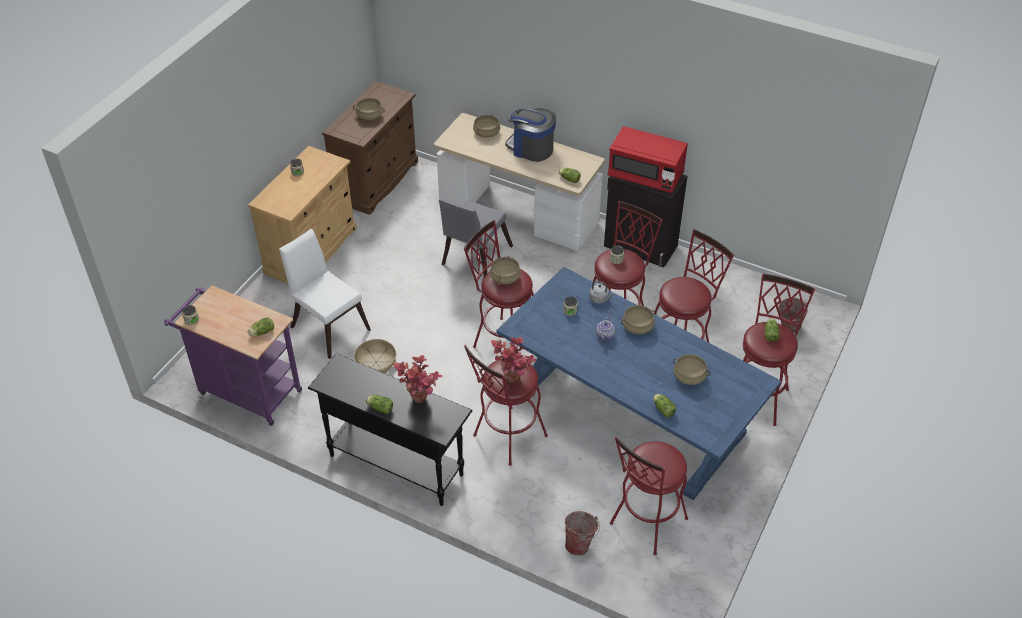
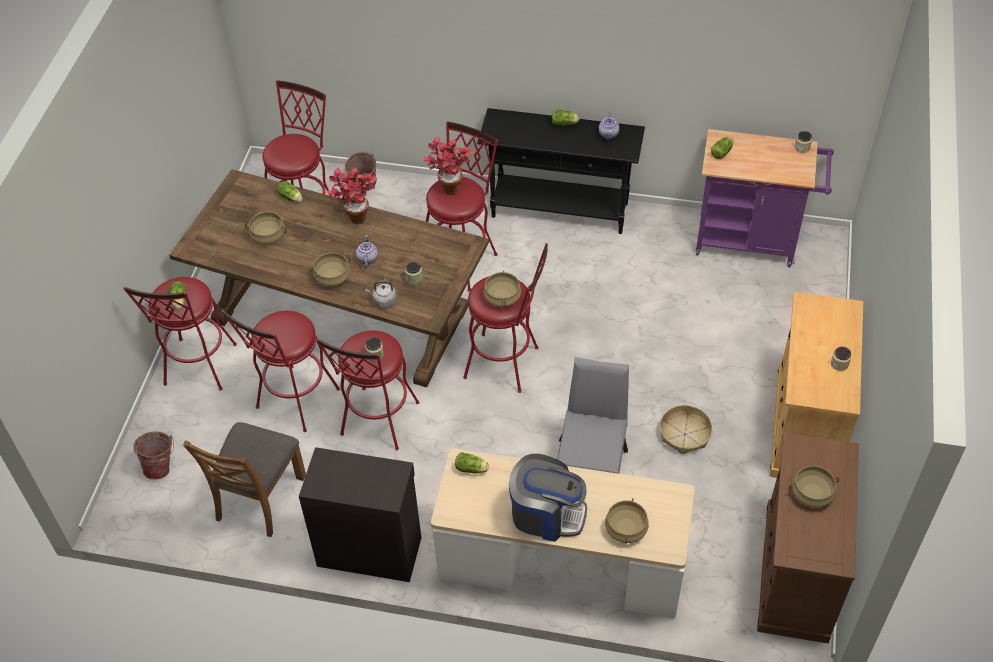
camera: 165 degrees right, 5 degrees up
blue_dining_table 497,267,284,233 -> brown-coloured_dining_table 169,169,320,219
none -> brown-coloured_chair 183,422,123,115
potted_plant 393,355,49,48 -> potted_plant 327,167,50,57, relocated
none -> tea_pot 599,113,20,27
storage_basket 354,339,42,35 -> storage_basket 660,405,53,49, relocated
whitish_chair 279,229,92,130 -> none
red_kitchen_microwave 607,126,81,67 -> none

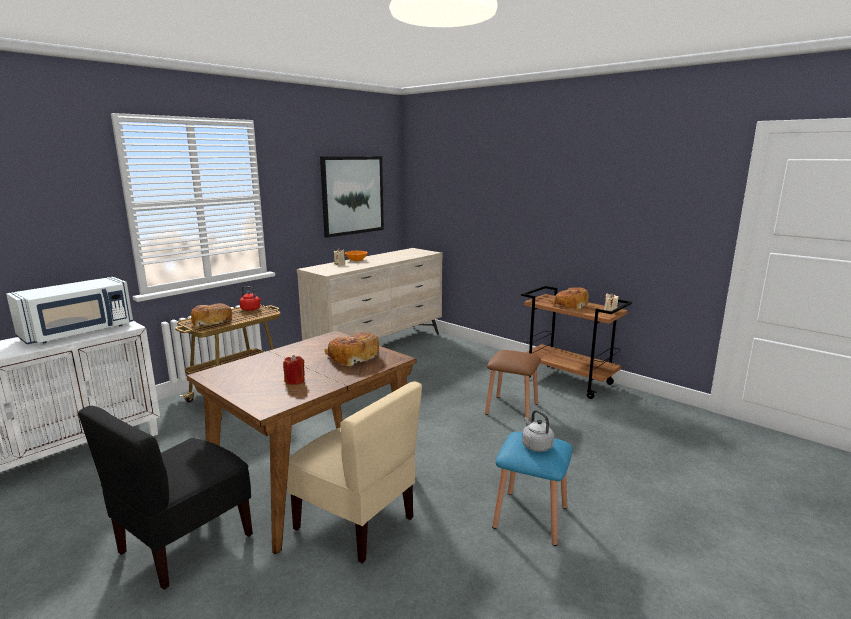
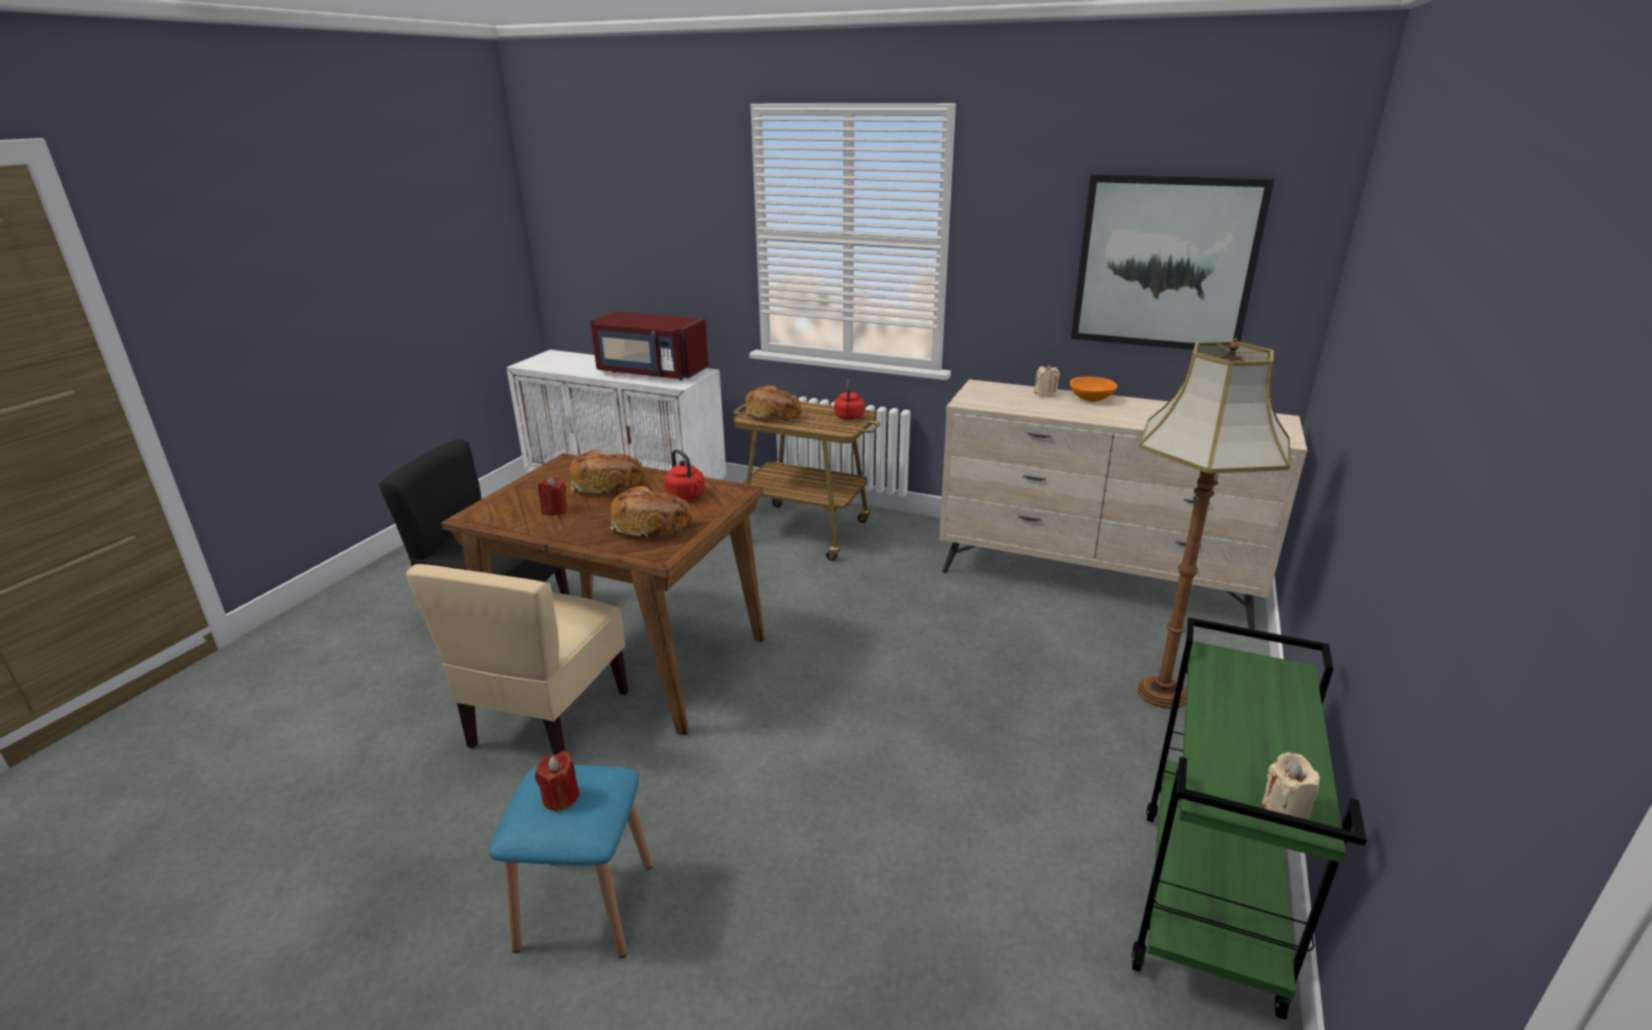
camera: 70 degrees right, 10 degrees up
grey_water_kettle 522,410,32,42 -> red_wax_light 535,751,45,61
baked_bread 549,287,40,22 -> baked_bread 570,450,75,44, relocated
whitish_kitchen_microwave 6,277,127,67 -> red_kitchen_microwave 590,311,119,69
none -> red_water_kettle 664,449,41,51
brown-coloured_wheeled_cart 521,286,111,113 -> green-coloured_wheeled_cart 1132,617,235,403
none -> standing_lamp 1137,337,154,372
brown-coloured_stool_seat 485,350,56,70 -> none

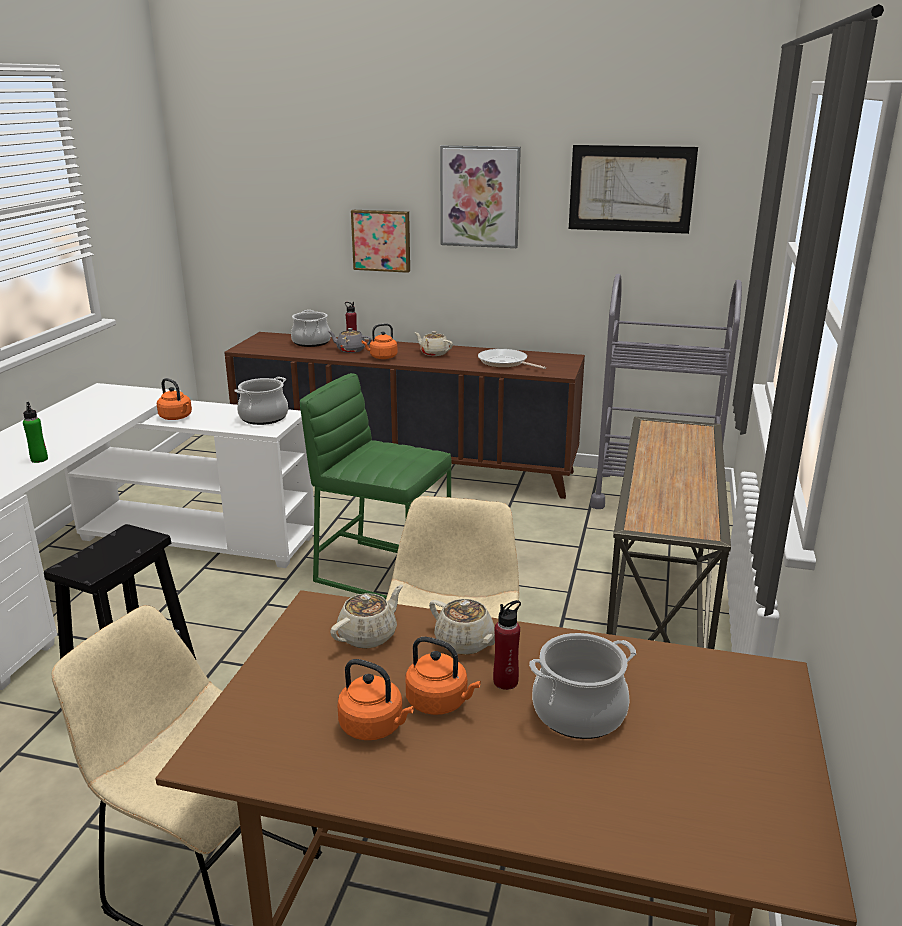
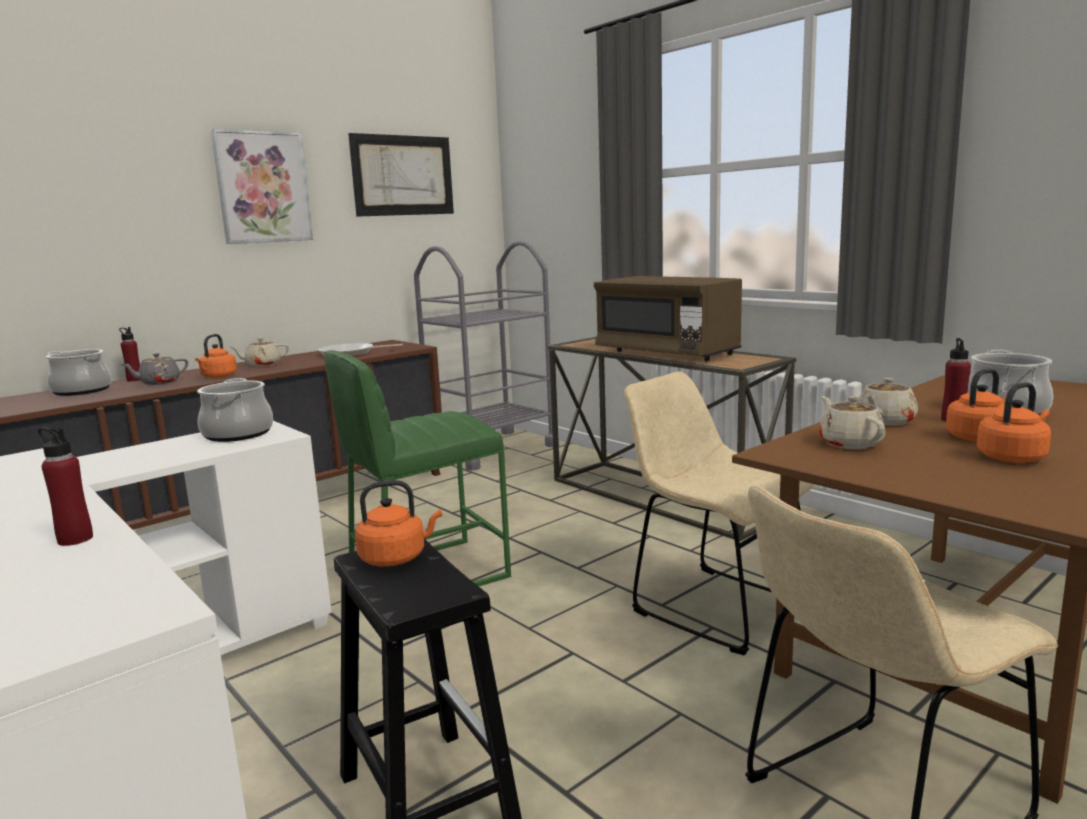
camera: 55 degrees left, 10 degrees down
green-coloured_beverage_bottle 23,402,25,61 -> red_beverage_bottle 38,427,55,119
orangey_water_kettle 157,378,35,42 -> orangey_water_kettle 355,480,87,87, relocated
none -> brown-coloured_kitchen_microwave 594,276,148,85
beige-coloured_tea_pot 429,599,66,56 -> beige-coloured_tea_pot 858,378,60,48, 150 degrees clockwise
wall_art 351,210,59,63 -> none

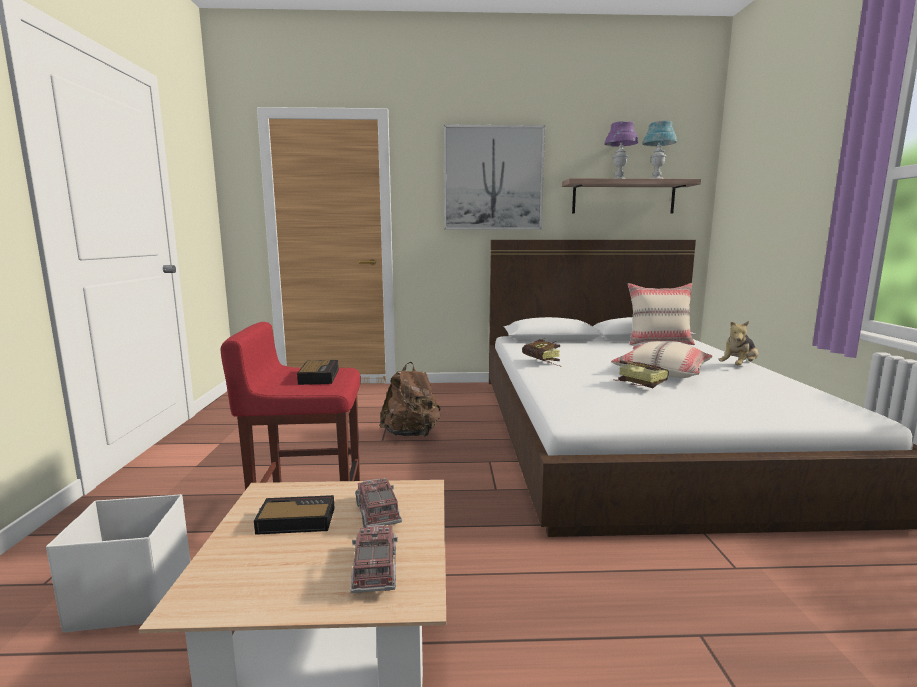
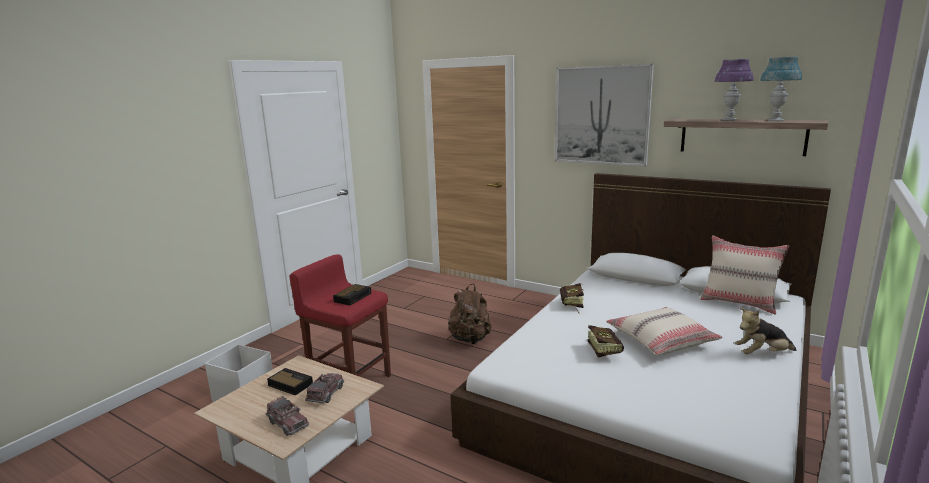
camera: 35 degrees right, 5 degrees up
model_truck 350,525,47,68 -> model_truck 266,396,43,40, 105 degrees clockwise

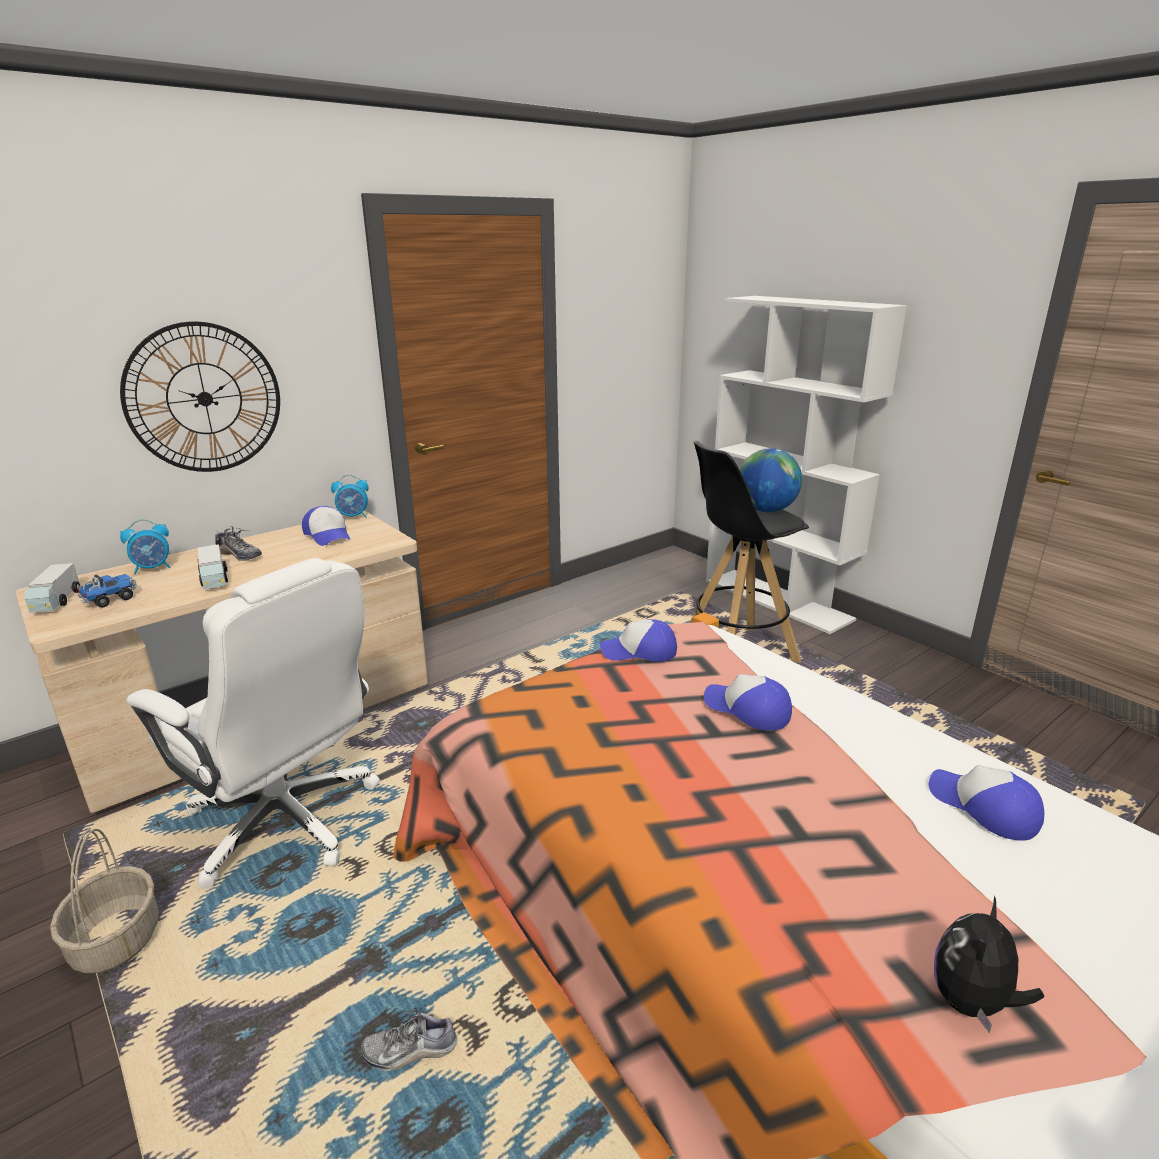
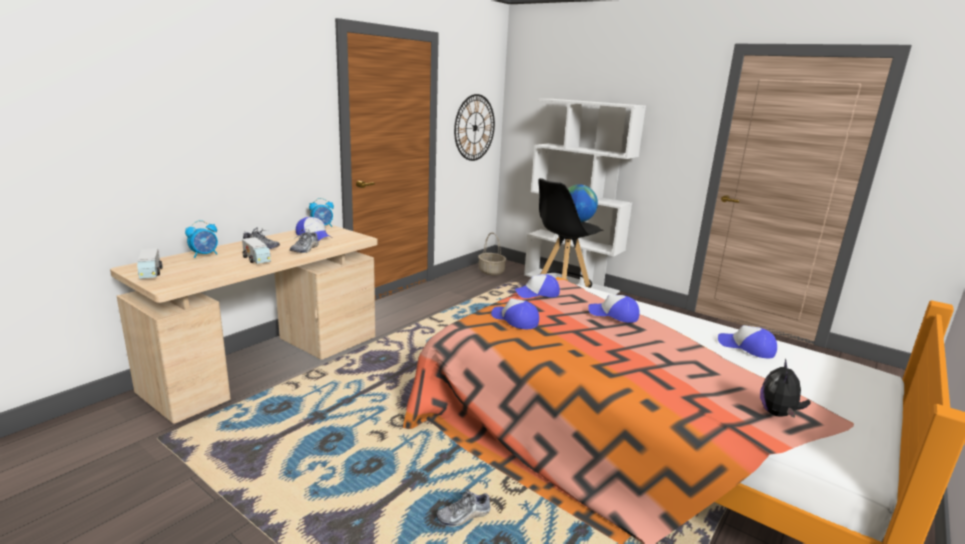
camera: 15 degrees left, 5 degrees down
none -> item_of_footwear 290,229,29,24
wall_clock 120,321,160,151 -> wall_clock 454,94,41,67, relocated
storage_basket 50,829,109,144 -> storage_basket 478,233,28,43, relocated
none -> cap 491,298,48,31
model_truck 77,574,60,34 -> none
whitish_desk_chair 126,558,254,331 -> none

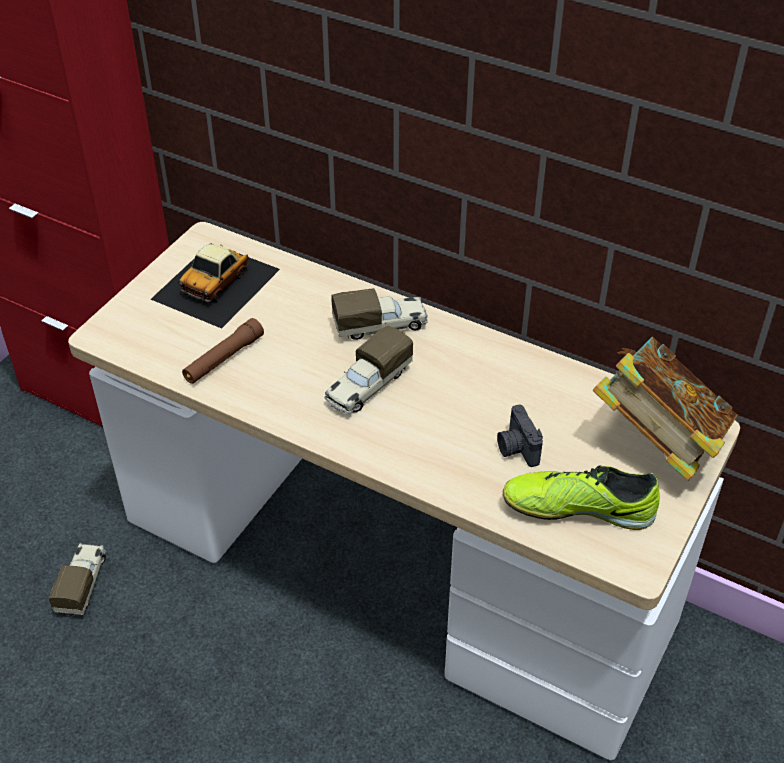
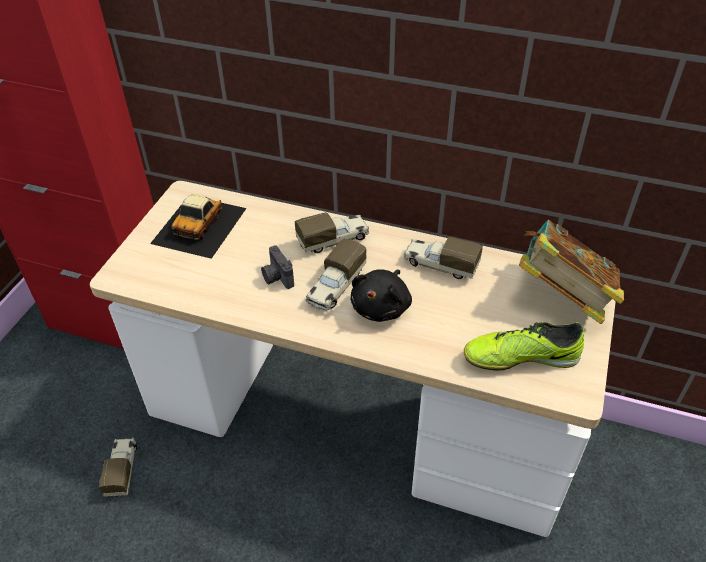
camera: 10 degrees left, 0 degrees up
still_camera 497,404,46,63 -> still_camera 261,245,33,44, relocated
none -> blackish_cuddly_toy 350,269,62,53
none -> model_truck 404,237,79,42
brown-coloured_hand_torch 182,318,82,66 -> none

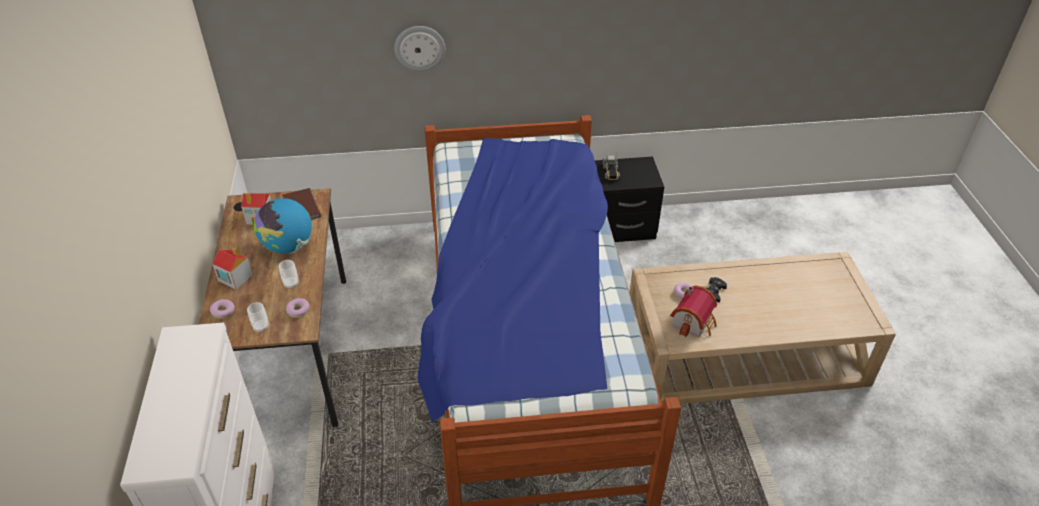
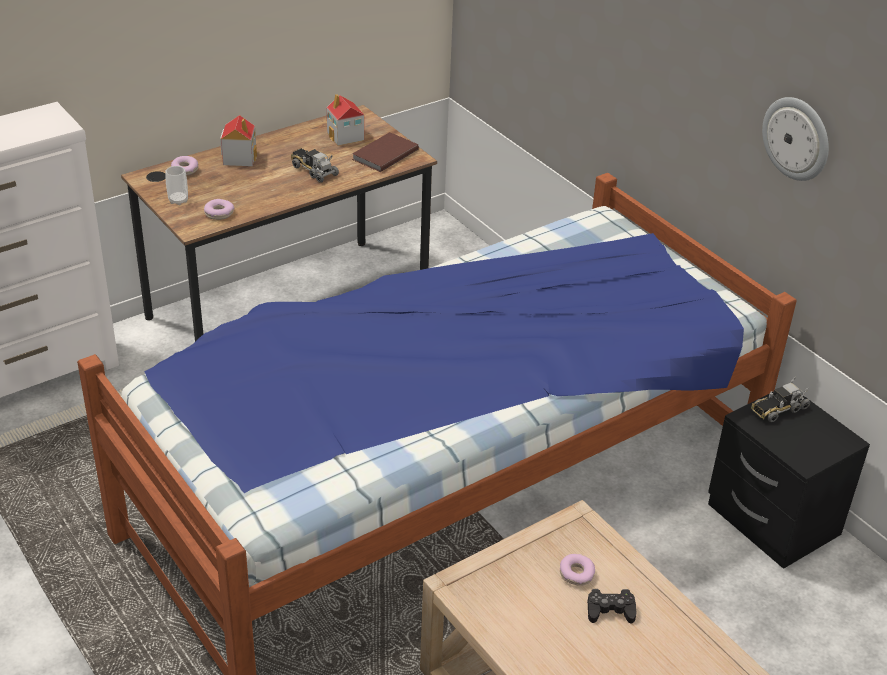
camera: 60 degrees right, 5 degrees down
globe 254,198,58,55 -> model_truck 291,148,48,35
wall_clock 394,26,51,45 -> wall_clock 762,97,67,84, relocated
small_cup 279,260,20,29 -> none
miniature_house 670,285,47,52 -> none

